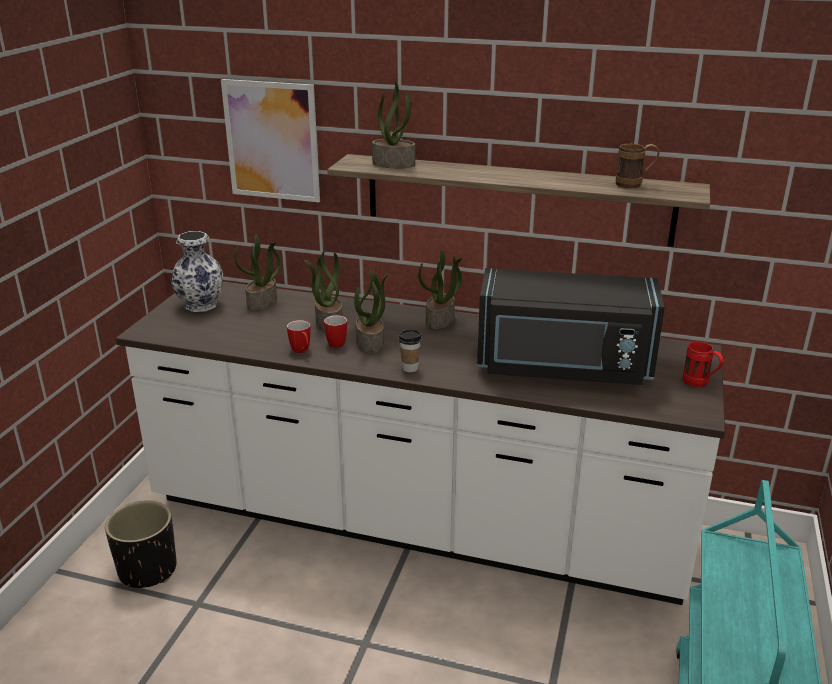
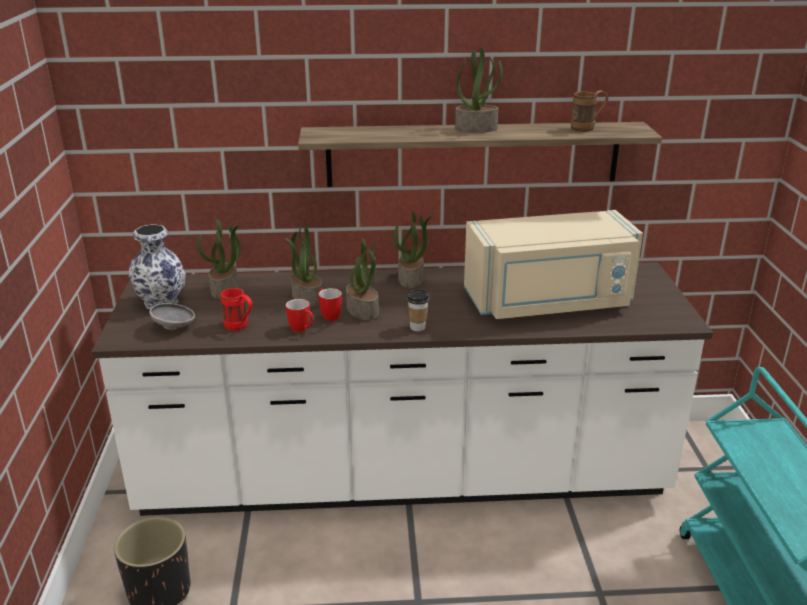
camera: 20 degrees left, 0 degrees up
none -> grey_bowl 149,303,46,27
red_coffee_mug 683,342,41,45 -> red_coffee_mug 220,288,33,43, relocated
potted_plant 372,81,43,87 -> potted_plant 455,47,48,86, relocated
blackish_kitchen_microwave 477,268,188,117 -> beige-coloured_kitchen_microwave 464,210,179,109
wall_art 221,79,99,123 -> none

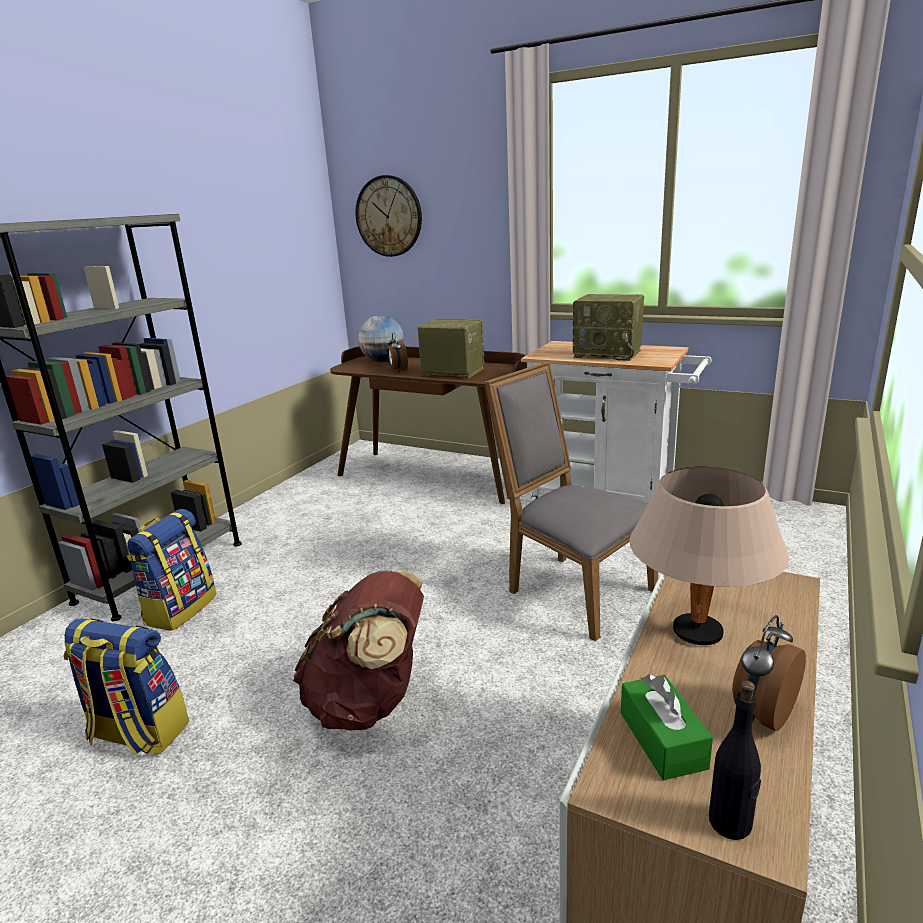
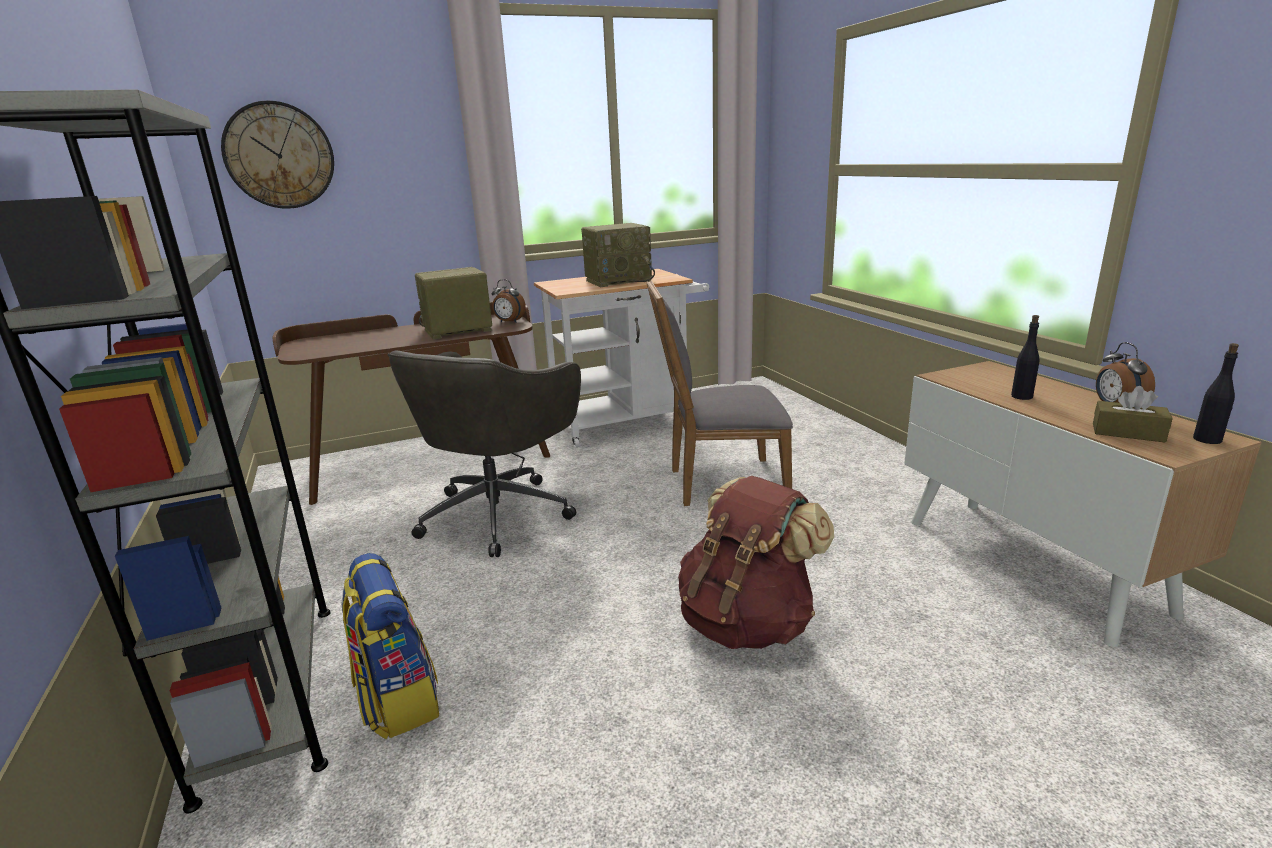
camera: 50 degrees left, 0 degrees up
none -> grey_desk_chair 387,351,194,206
bedside_clock 387,333,21,38 -> bedside_clock 492,279,34,44, relocated
beige-coloured_lamp_for_a_table 630,467,159,178 -> blackish_beverage_bottle 1011,315,29,85
green-coloured_tissue_box 621,675,92,105 -> brown-coloured_tissue_box 1093,386,80,57
rucksack 64,618,125,137 -> none
globe 358,315,46,47 -> none

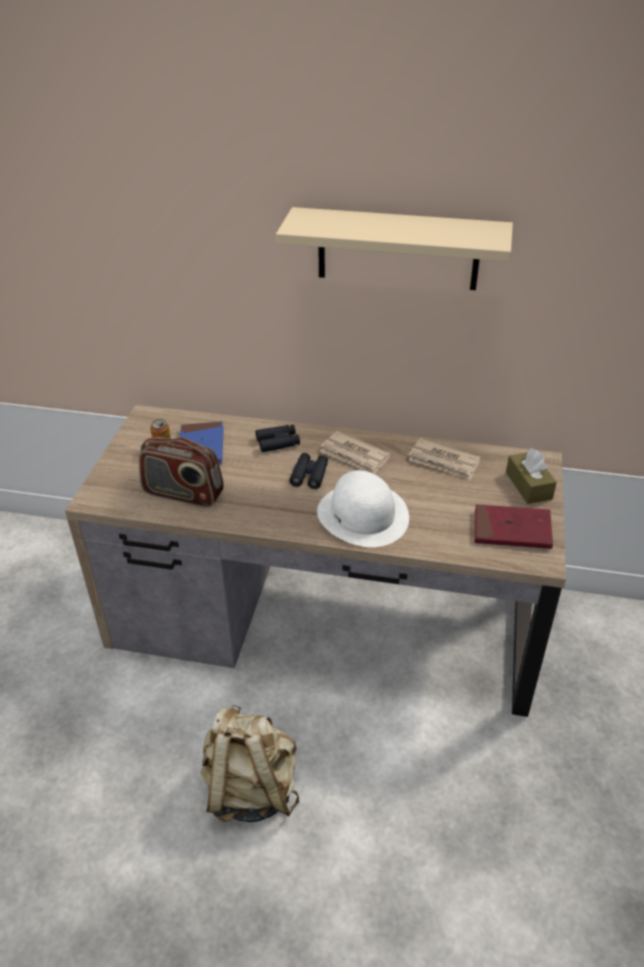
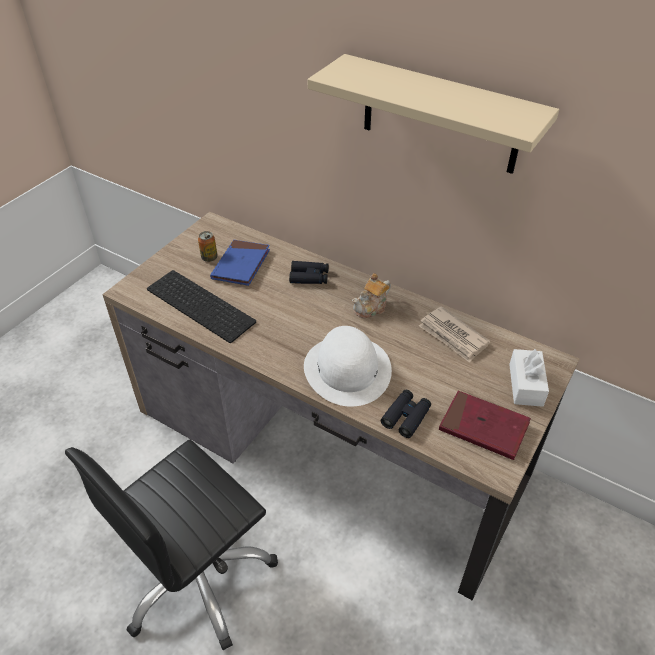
camera: 20 degrees right, 5 degrees up
beige-coloured_rucksack 200,705,99,117 -> blackish_desk_chair 65,439,213,211
radio 139,437,85,70 -> keyboard 147,270,109,73
printed_paper 320,431,71,43 -> tea_pot 352,273,39,45
blackish_field_glasses 290,453,38,36 -> blackish_field_glasses 381,390,50,48, relocated
brown-coloured_tissue_box 506,448,51,56 -> whitish_tissue_box 509,349,40,58

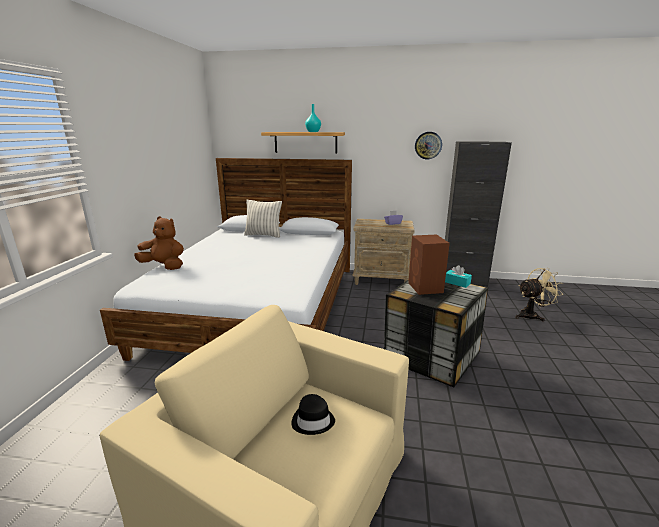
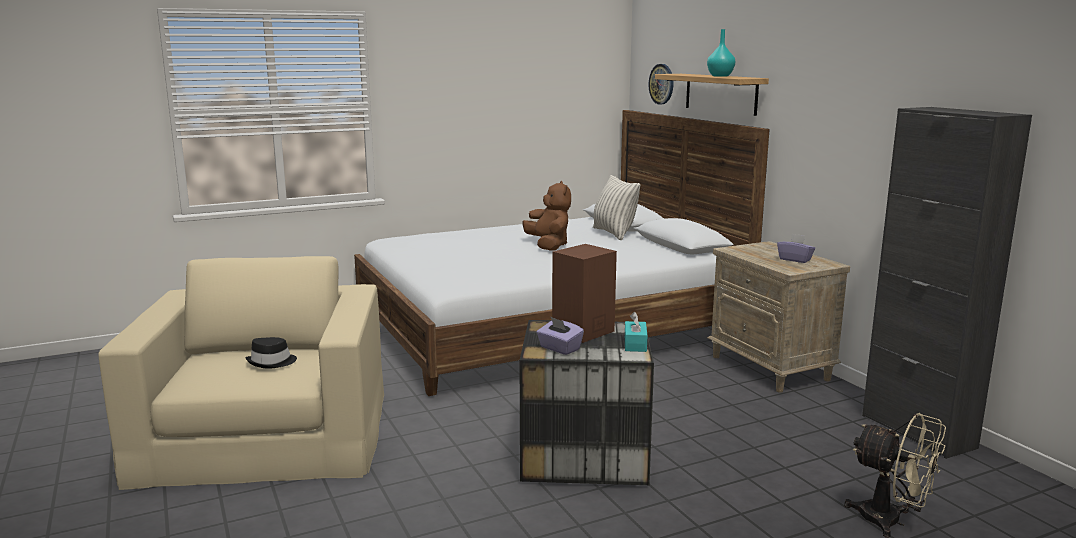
camera: 55 degrees right, 5 degrees down
brown-coloured_cuddly_toy 134,216,50,54 -> brown-coloured_cuddly_toy 523,181,48,70, relocated
none -> purplish_tissue_box 536,316,48,39
wall_clock 415,132,27,27 -> wall_clock 649,64,24,41, relocated

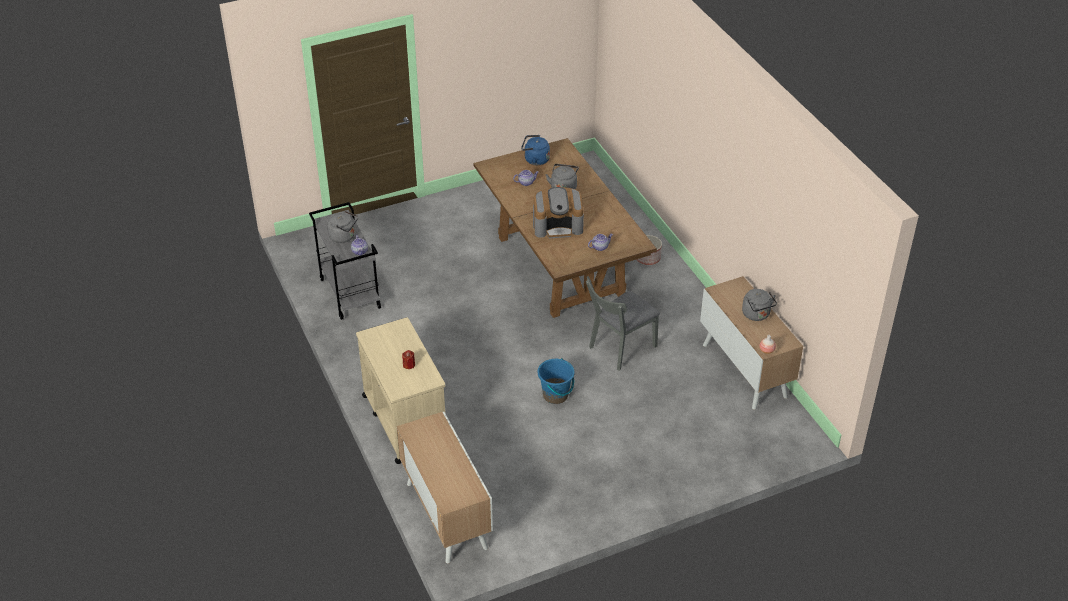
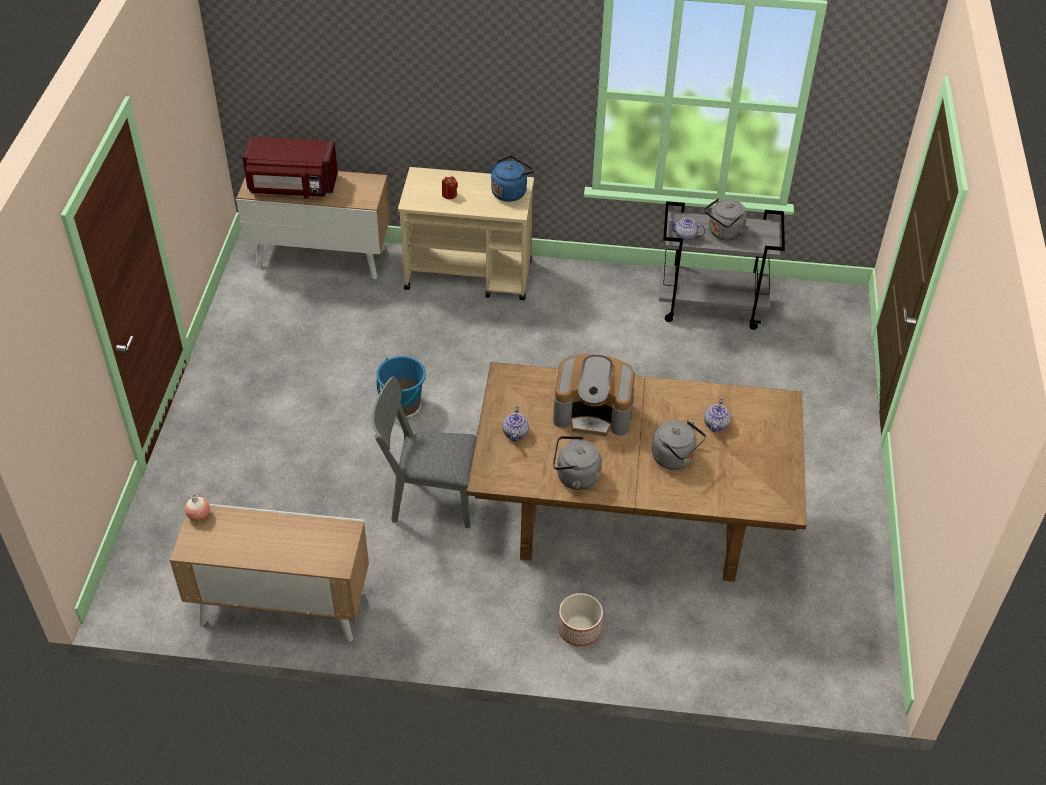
camera: 120 degrees right, 5 degrees up
none -> red_kitchen_microwave 242,137,96,62
grey_chair 586,276,74,95 -> grey_chair 372,376,105,152, 75 degrees counterclockwise
blue_water_kettle 521,135,29,30 -> blue_water_kettle 489,156,45,46, relocated
coffee_brewer 533,187,51,51 -> coffee_brewer 553,354,82,83, 105 degrees counterclockwise
grey_water_kettle 742,289,35,32 -> grey_water_kettle 553,436,49,54, relocated

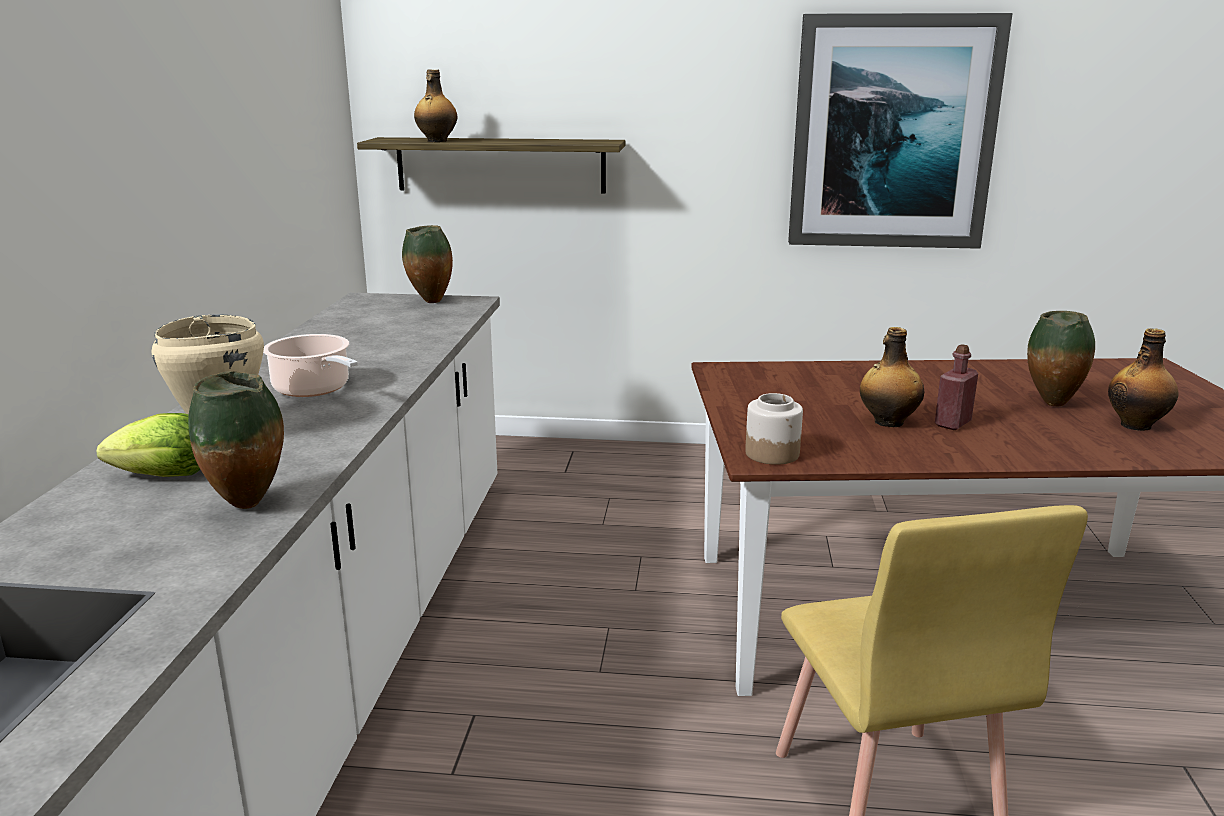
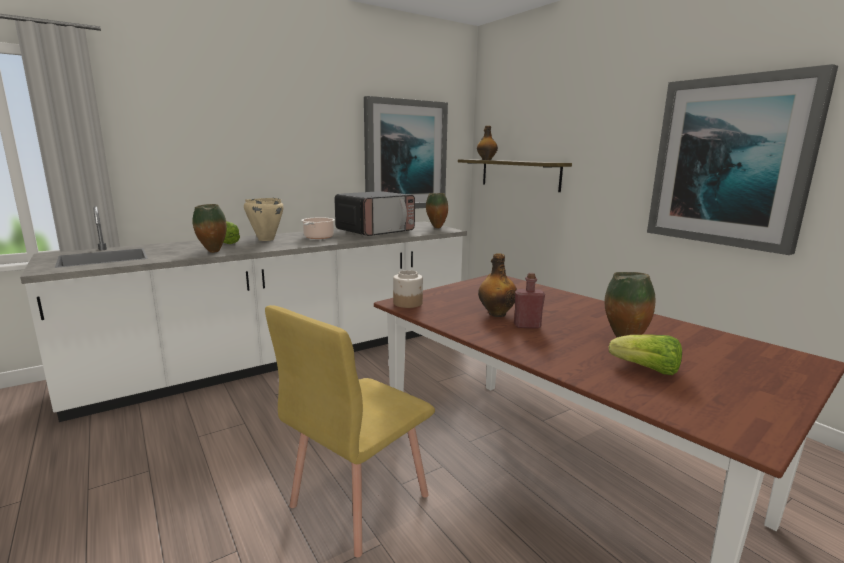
camera: 50 degrees right, 5 degrees down
none -> kitchen_microwave 334,191,81,45
none -> wall_art 364,96,84,113
beverage_bottle 1108,328,70,103 -> lettuce_head 609,334,73,41

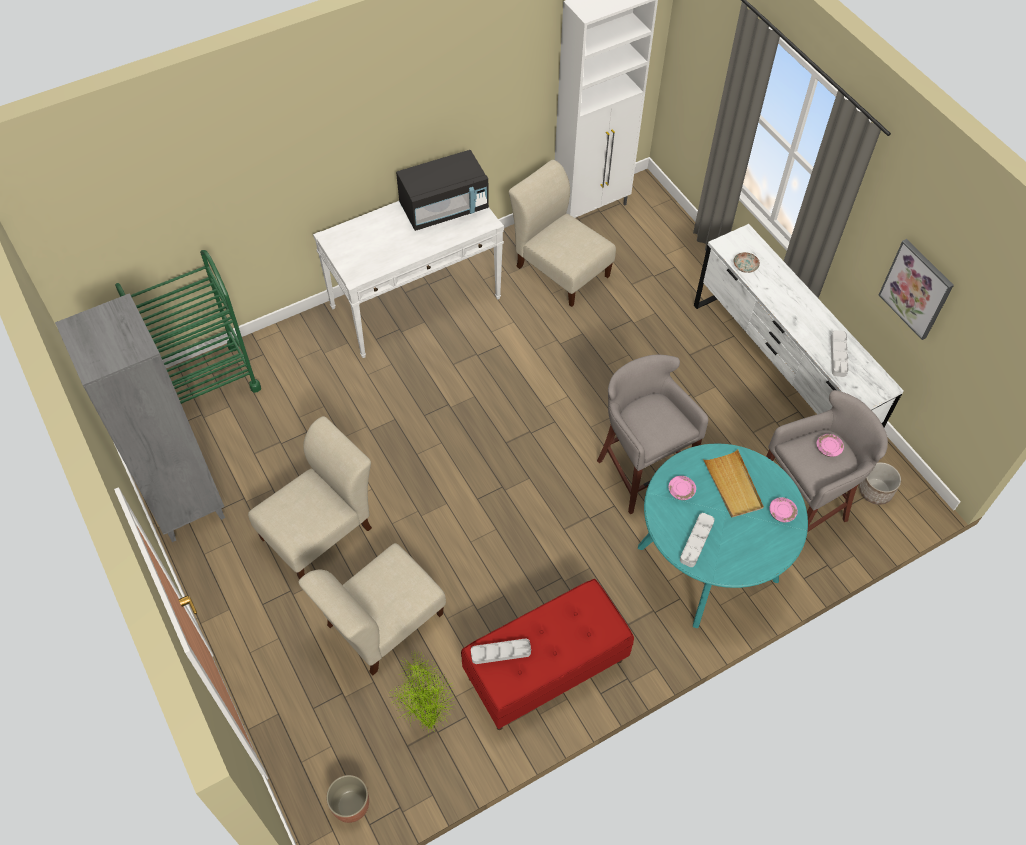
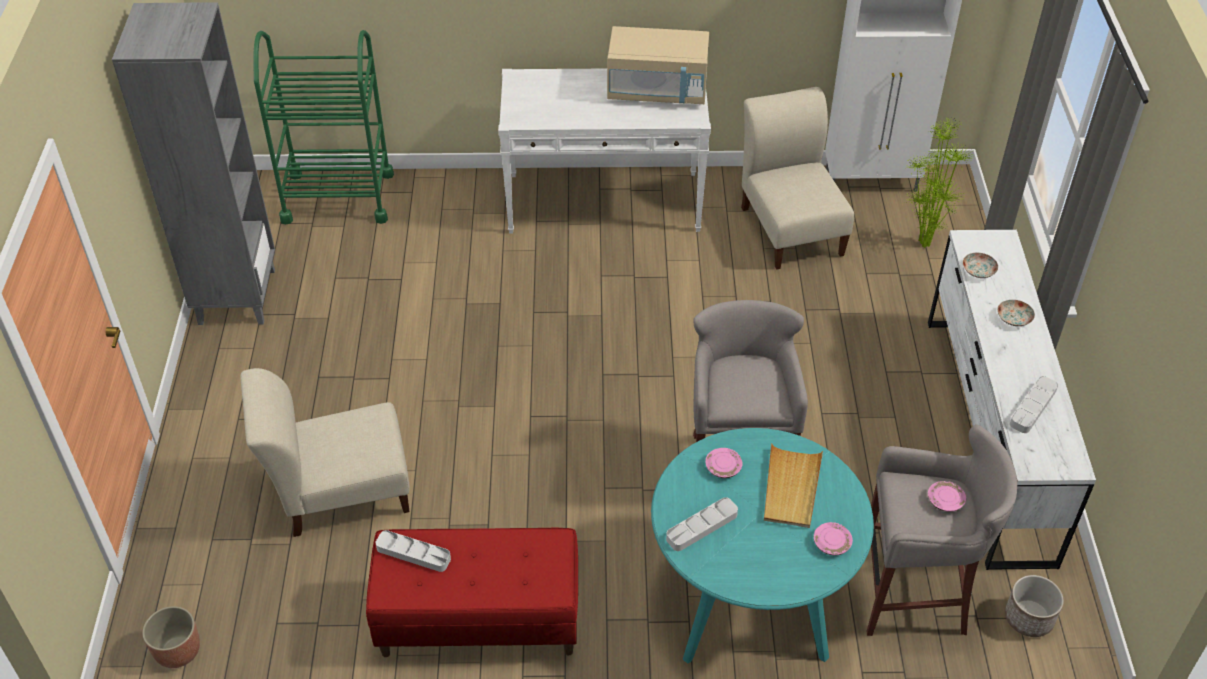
camera: 30 degrees right, 10 degrees down
blackish_kitchen_microwave 396,150,93,81 -> beige-coloured_kitchen_microwave 607,26,102,78
potted_plant 389,653,67,82 -> potted_plant 905,118,69,130, relocated
none -> dinner_plate 997,300,38,26
beige-coloured_chair 248,416,124,163 -> none
wall_art 879,239,75,101 -> none

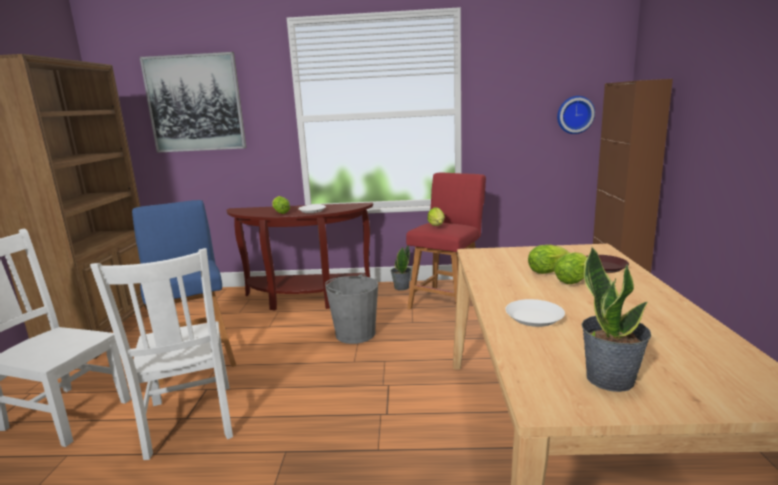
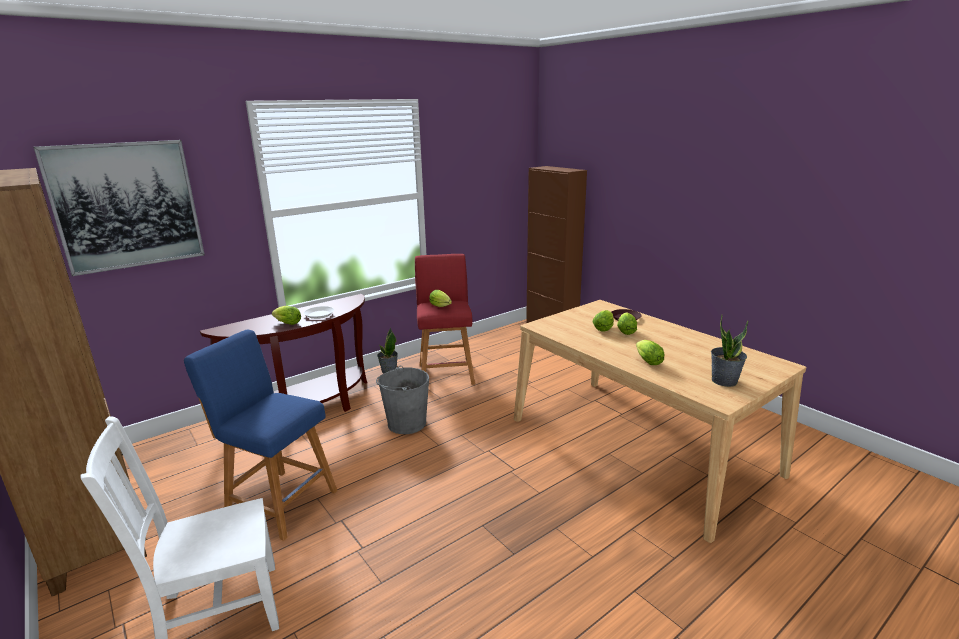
camera: 40 degrees left, 5 degrees up
whitish_dinner_plate 505,299,60,28 -> lettuce_head 636,340,28,25
whitish_chair 90,248,143,212 -> none
wall_clock 557,96,38,38 -> none

